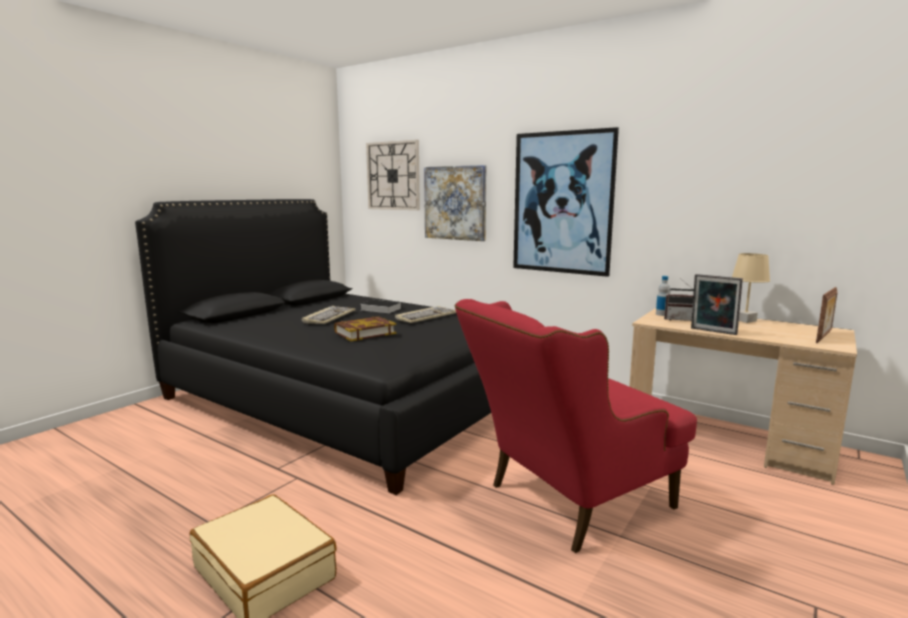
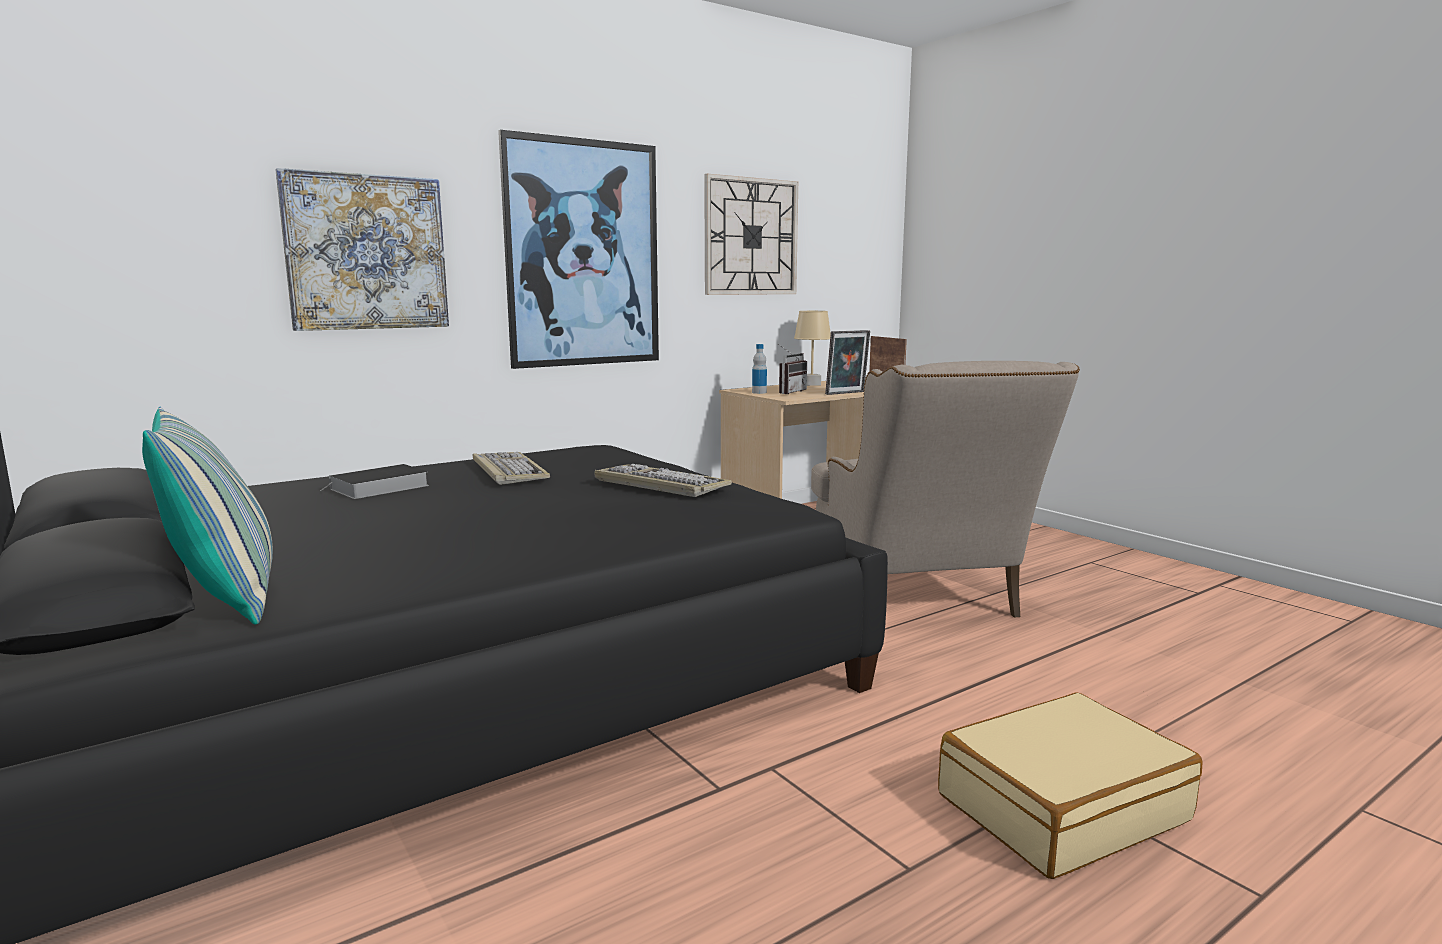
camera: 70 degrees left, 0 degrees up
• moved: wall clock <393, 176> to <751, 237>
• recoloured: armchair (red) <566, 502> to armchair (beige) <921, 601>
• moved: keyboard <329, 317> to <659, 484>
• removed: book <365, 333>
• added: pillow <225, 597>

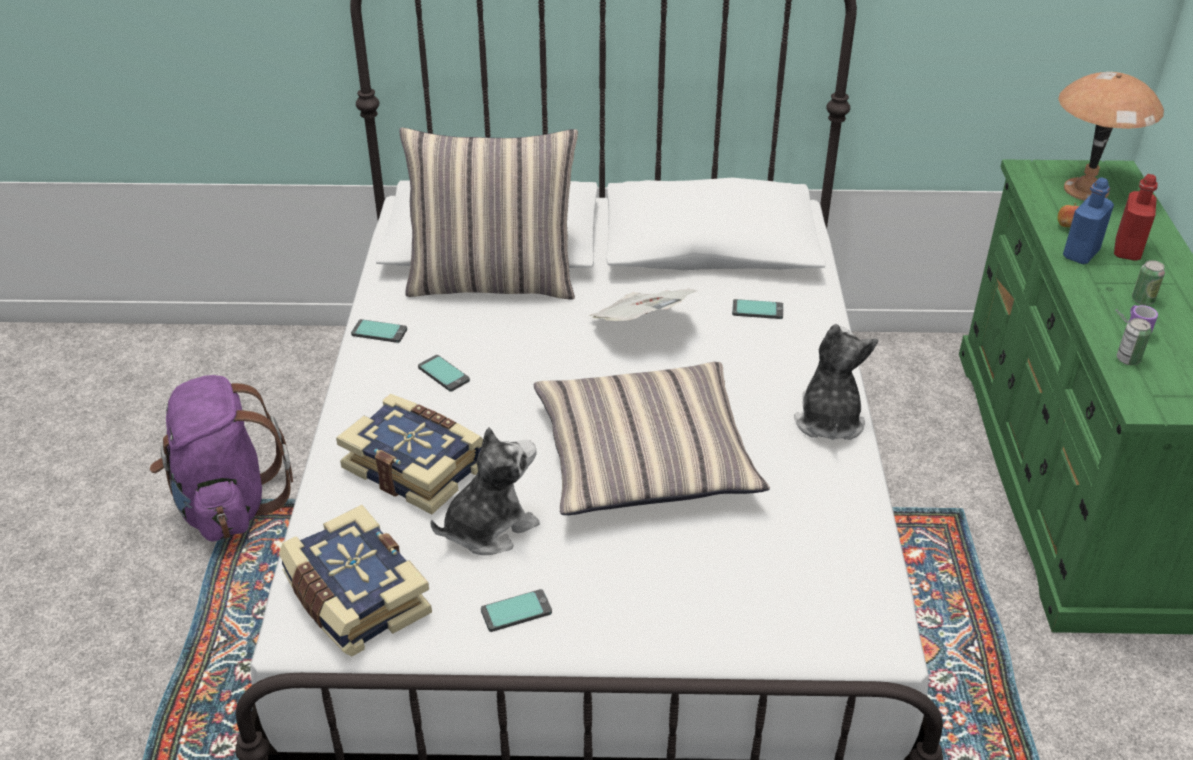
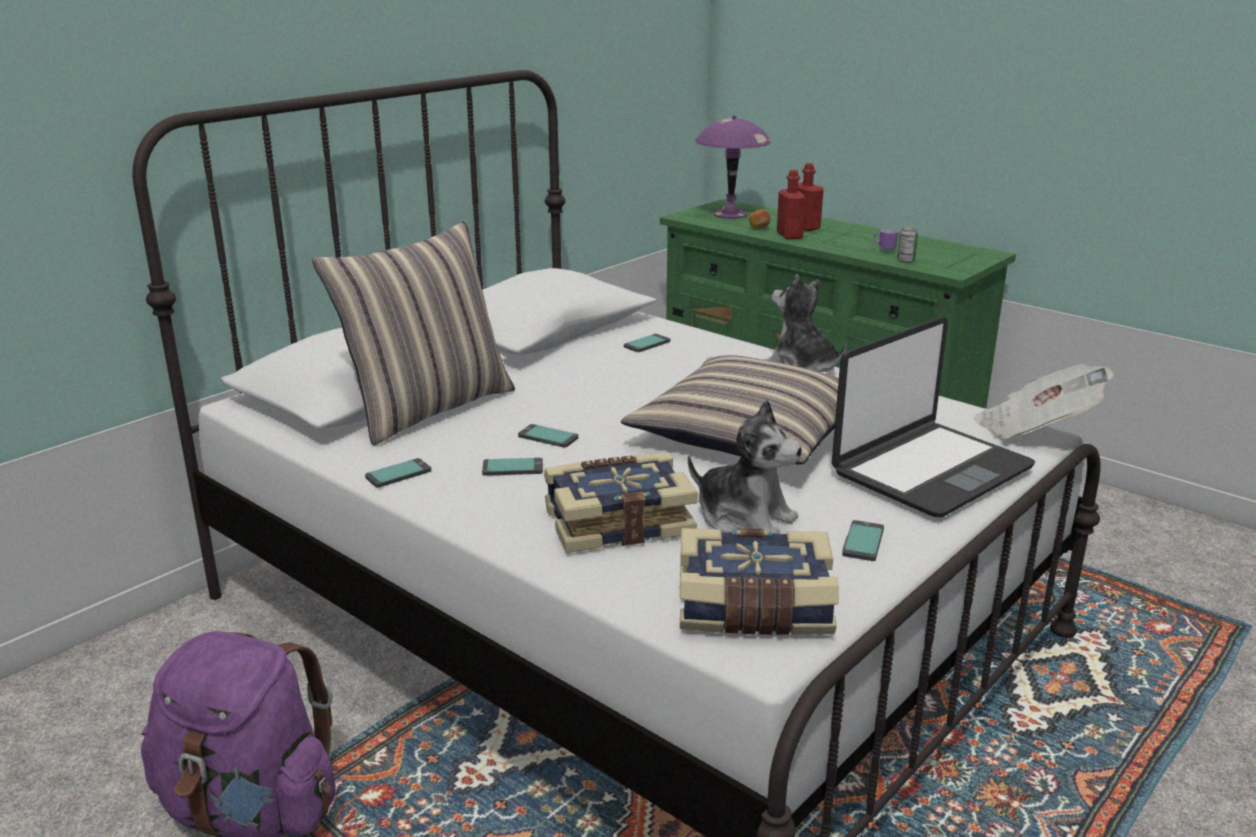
camera: 50 degrees left, 15 degrees down
• recoloured: table lamp (brown) <1085, 189> to table lamp (purple) <729, 214>
• recoloured: bottle (blue) <1080, 254> to bottle (red) <789, 235>
• removed: can <1142, 300>
• moved: newspaper <641, 326> to <1035, 430>
• turned: plush toy <489, 527> = <745, 518> 120 degrees clockwise
• added: laptop <930, 470>
• added: phone <548, 437>

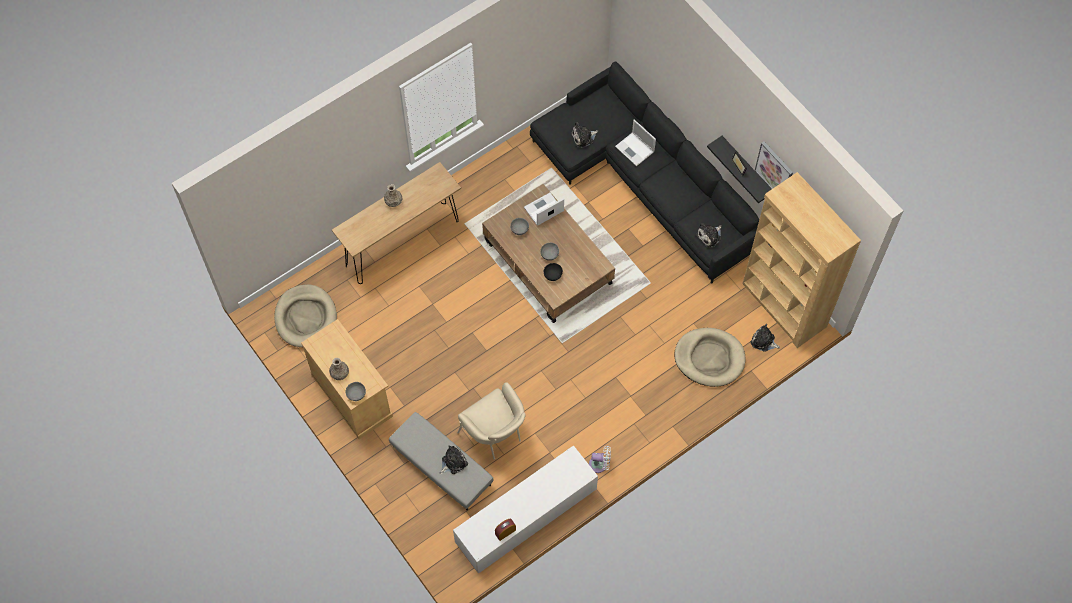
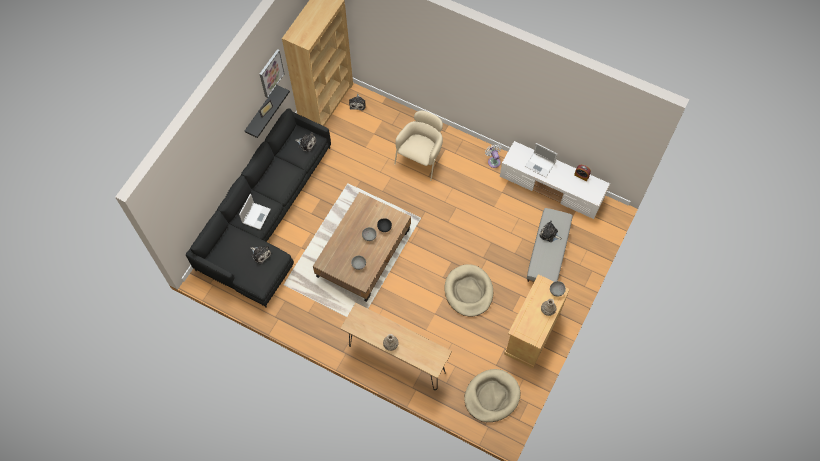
camera: 115 degrees left, 0 degrees up
• moved: laptop <543, 210> to <540, 165>
• moved: dog bed (beige) <709, 358> to <468, 291>
• moved: armchair (beige) <495, 435> to <420, 158>

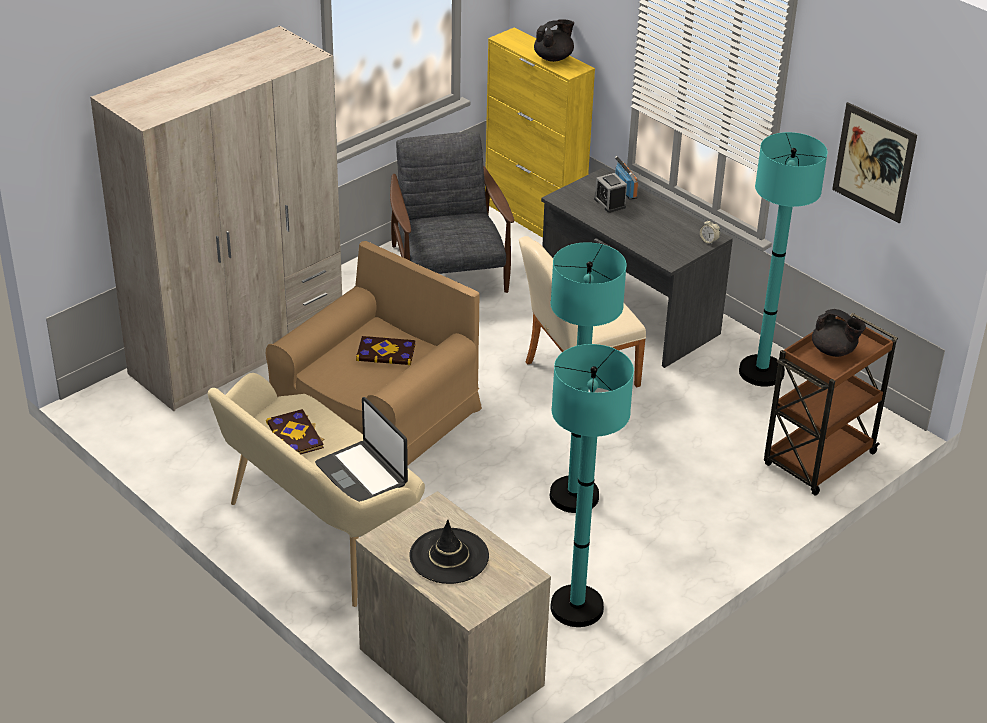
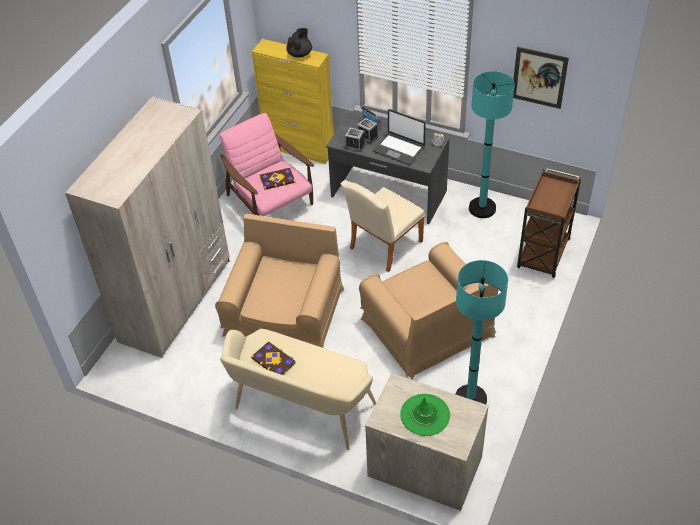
camera: 20 degrees left, 10 degrees up
• recoloured: armchair (grey) <448, 271> to armchair (pink) <270, 202>
• replaced: floor lamp (turquoise) <574, 496> to armchair (brown) <427, 327>
• removed: teapot (black) <834, 351>
• moved: book <386, 352> to <277, 179>
• moved: laptop <362, 474> to <399, 149>
• recoloured: hat (black) <449, 556> to hat (green) <425, 415>
• added: alarm clock <354, 145>

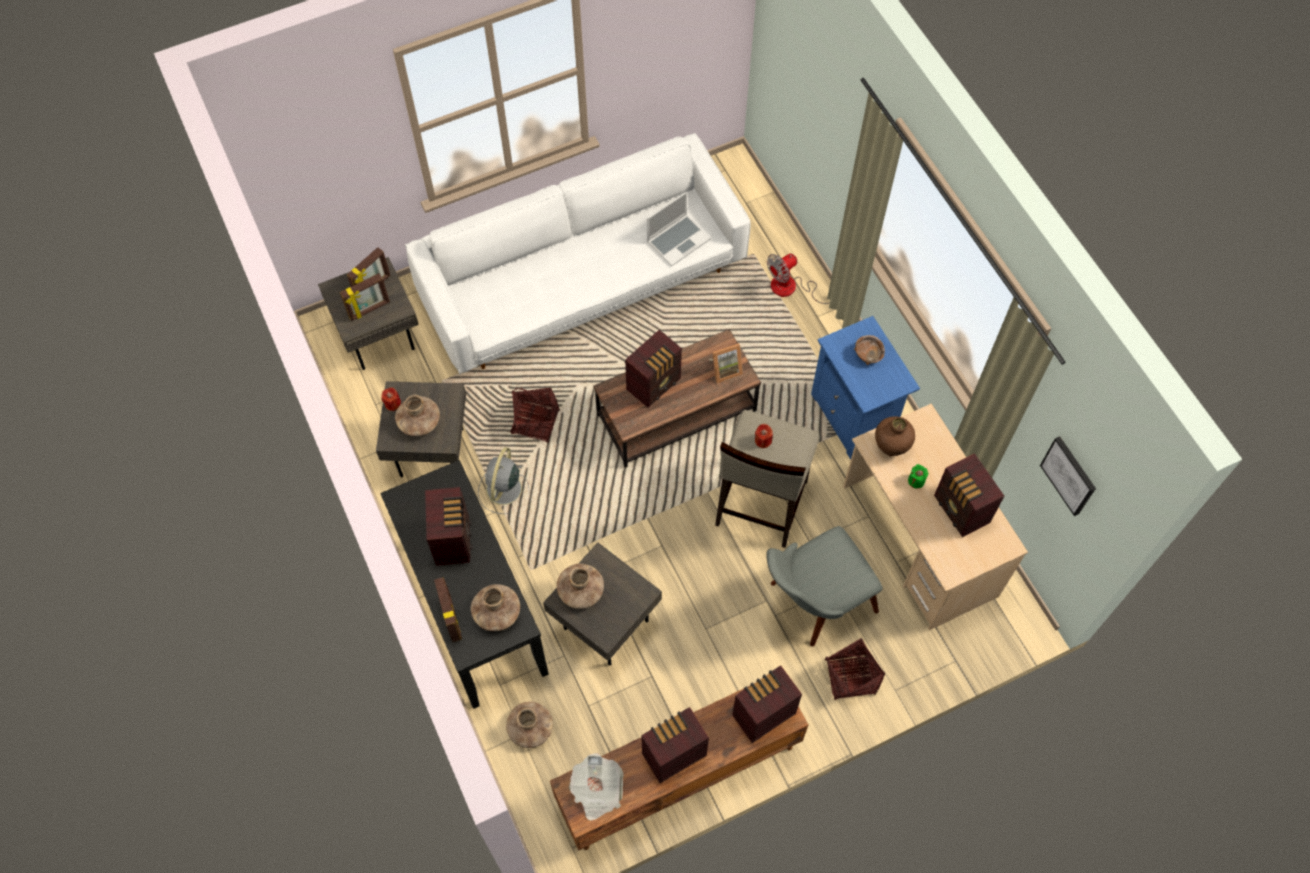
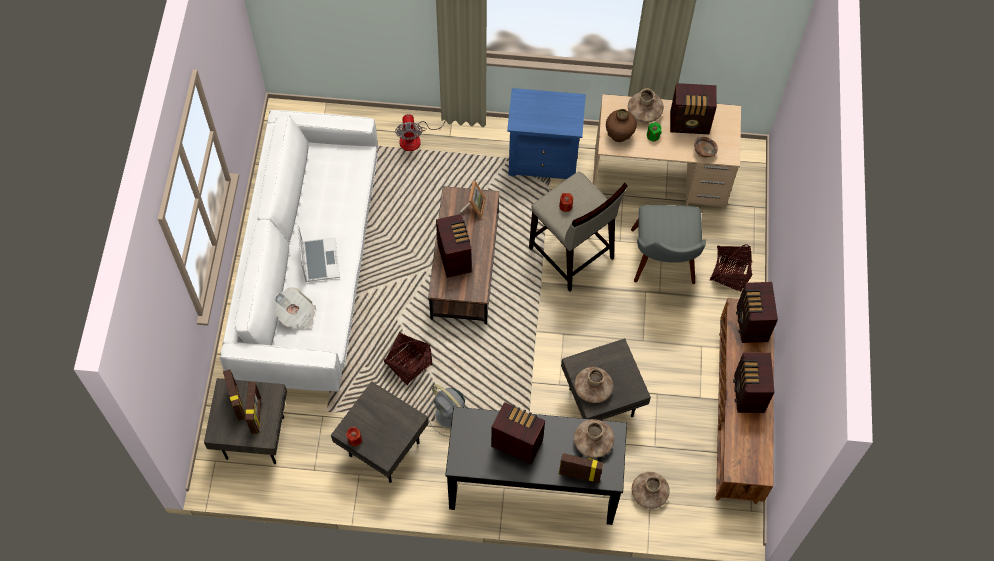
camera: 60 degrees left, 0 degrees up
• moved: laptop <678, 240> to <319, 260>
• moved: bowl (brown) <868, 354> to <704, 151>
• moved: vase (brown) <419, 422> to <644, 112>
• removed: picture <1069, 475>
• moved: newspaper <597, 791> to <296, 315>

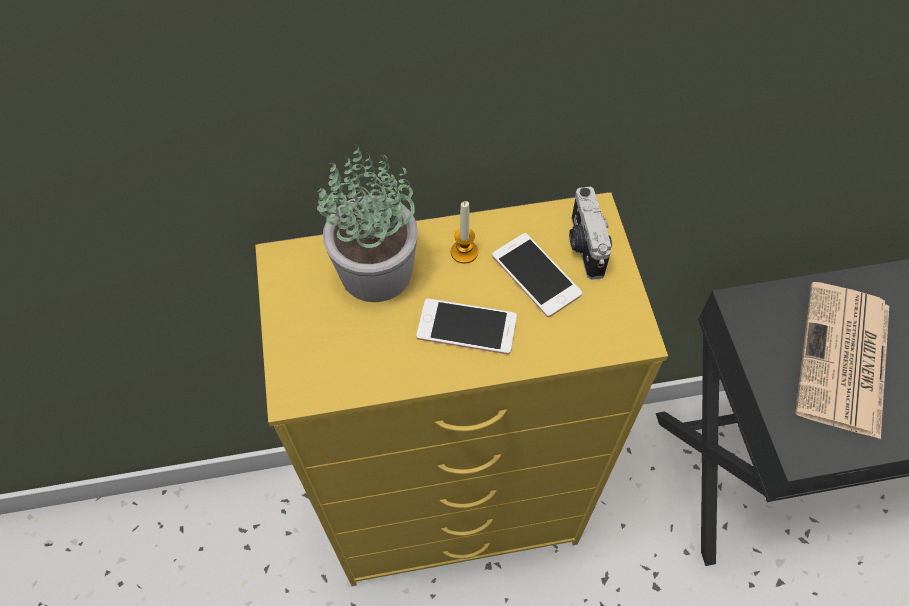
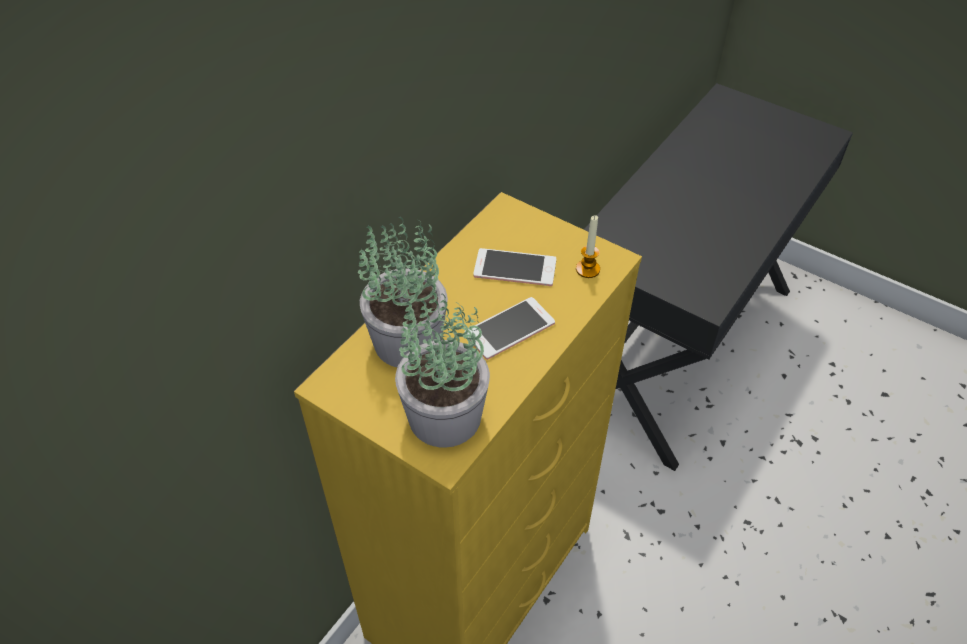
camera: 45 degrees left, 10 degrees down
• removed: photo camera <584, 246>
• moved: candle <464, 252> to <587, 269>
• removed: newspaper <844, 361>
• added: potted plant <443, 416>

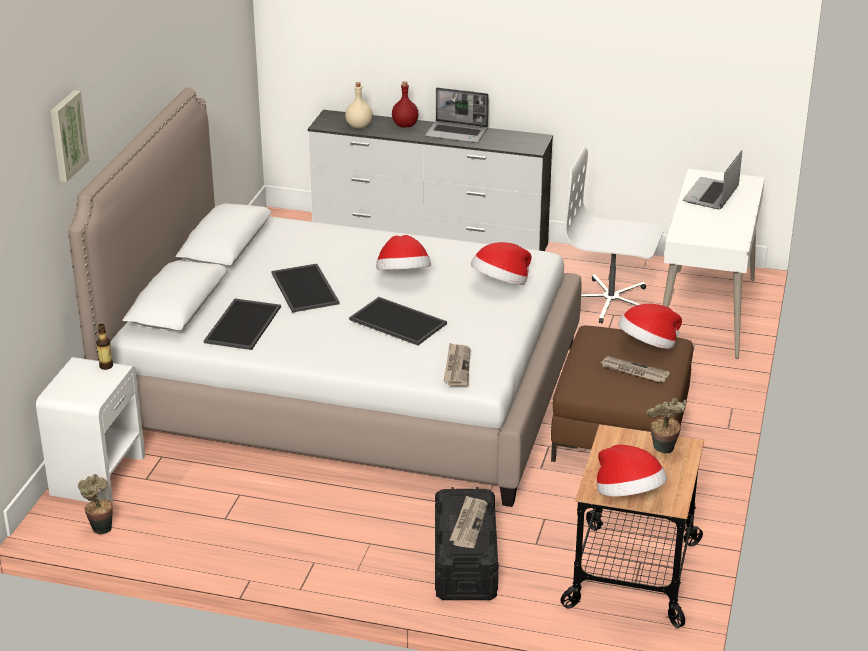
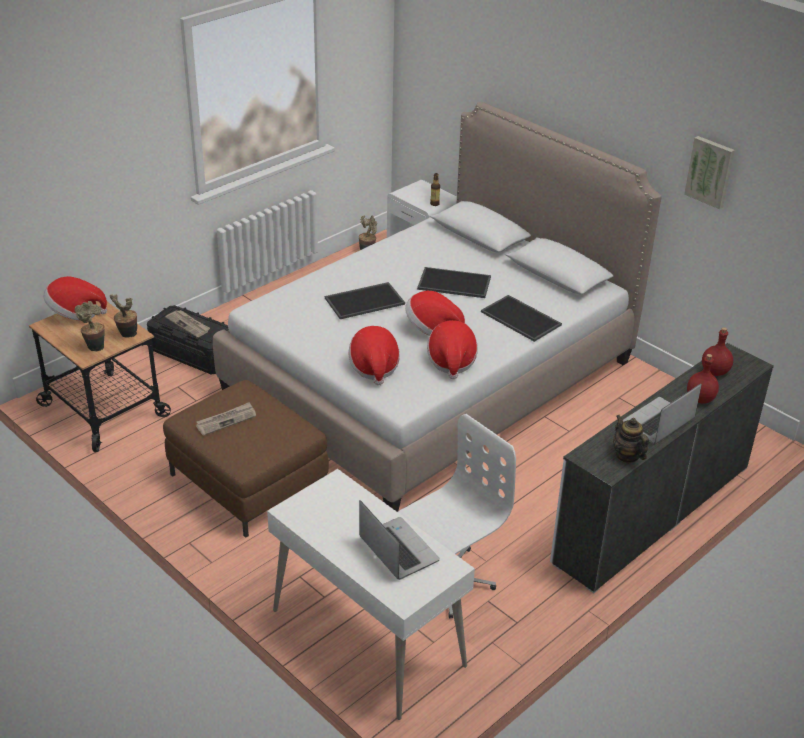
camera: 120 degrees right, 5 degrees up
• recoloured: bottle (beige) <358, 126> to bottle (red) <714, 371>
• moved: picture <66, 135> to <710, 171>
• moved: tray <242, 324> to <522, 318>
• moved: hat <648, 346> to <451, 361>
• removed: newspaper <457, 367>
• added: potted plant <126, 335>
• added: teapot <627, 455>

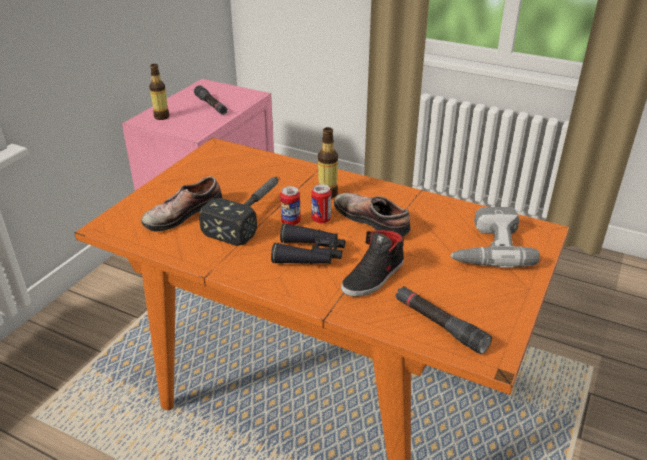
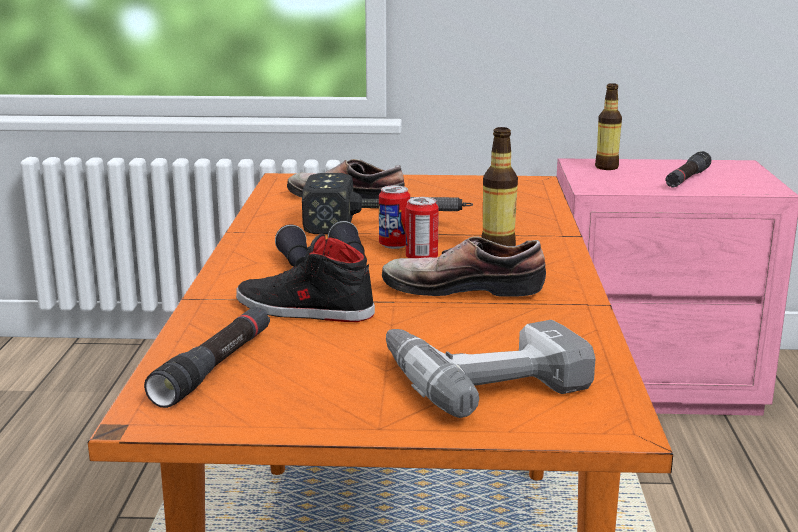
camera: 65 degrees right, 15 degrees down
• turned: shoe <373, 219> = <463, 287> 105 degrees counterclockwise

